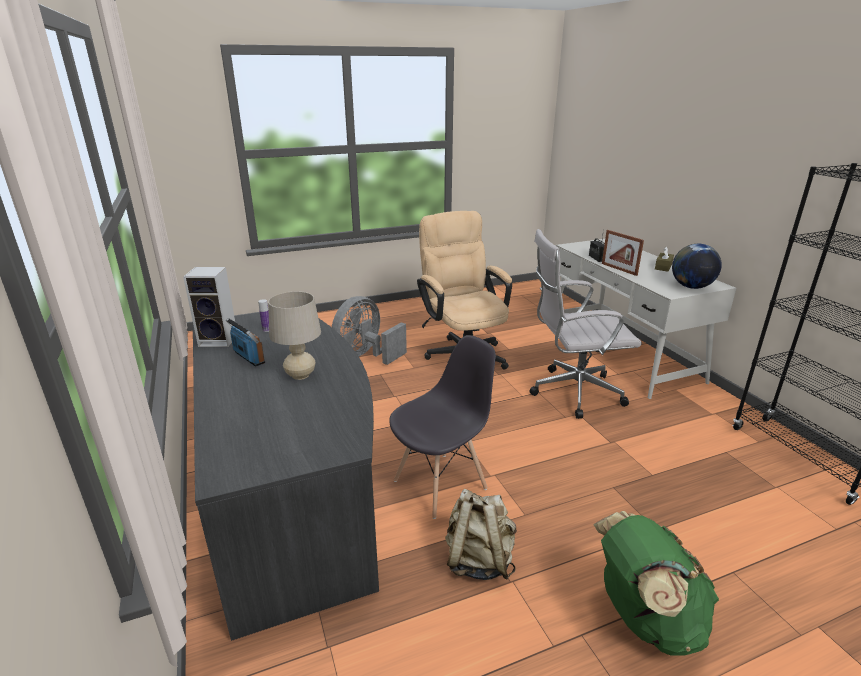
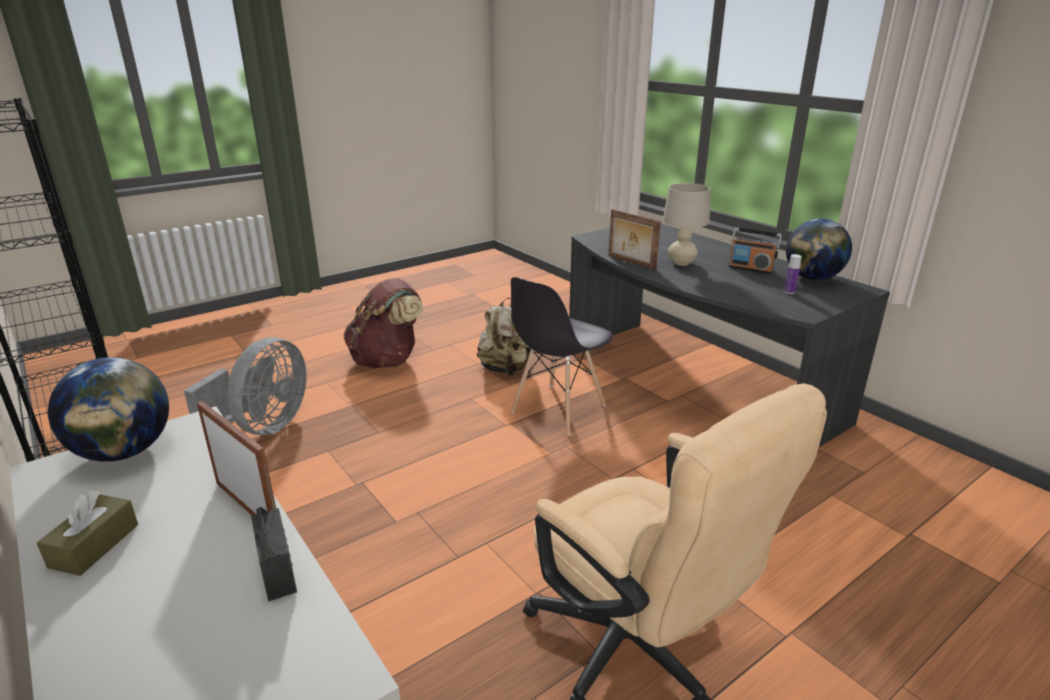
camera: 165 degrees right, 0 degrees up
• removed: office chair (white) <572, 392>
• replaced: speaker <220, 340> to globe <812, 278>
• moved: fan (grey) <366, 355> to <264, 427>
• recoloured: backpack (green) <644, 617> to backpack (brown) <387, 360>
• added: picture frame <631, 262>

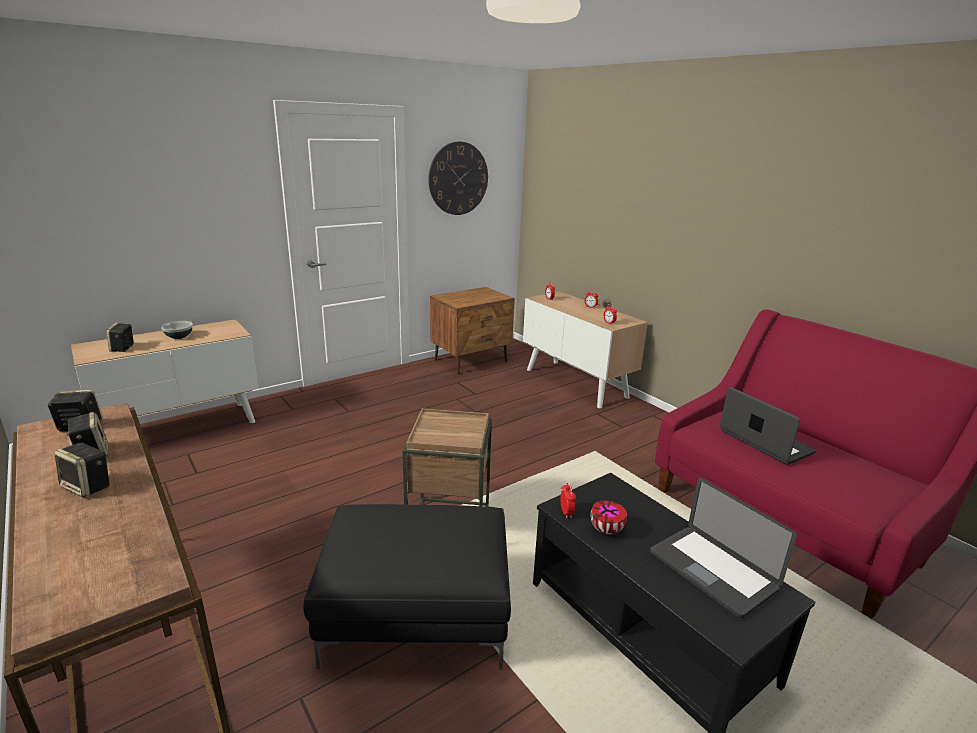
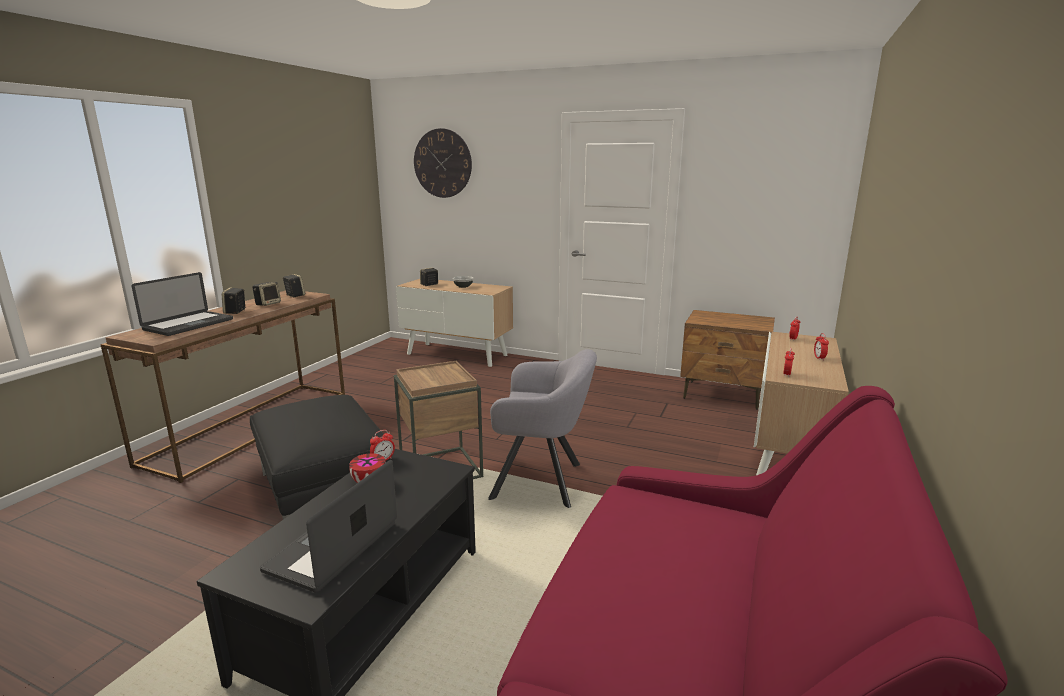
camera: 60 degrees right, 5 degrees down
• moved: wall clock <458, 178> to <442, 163>
• moved: laptop <765, 442> to <189, 325>
• added: armchair (grey) <543, 482>

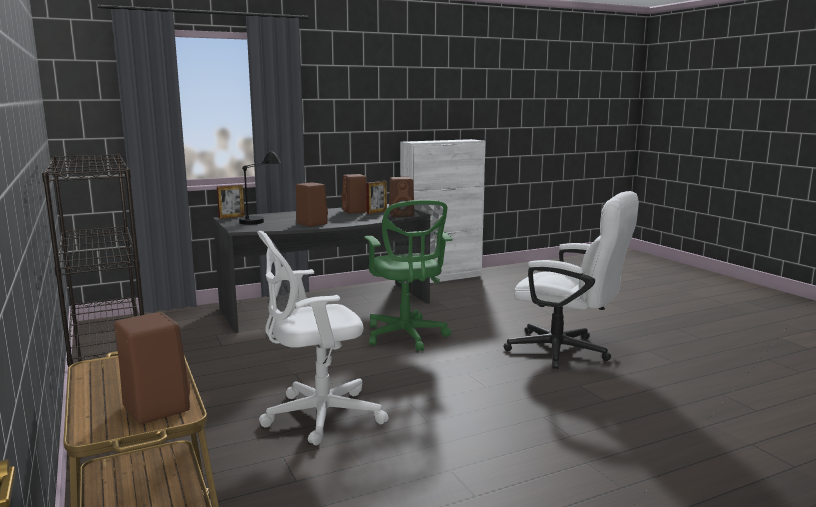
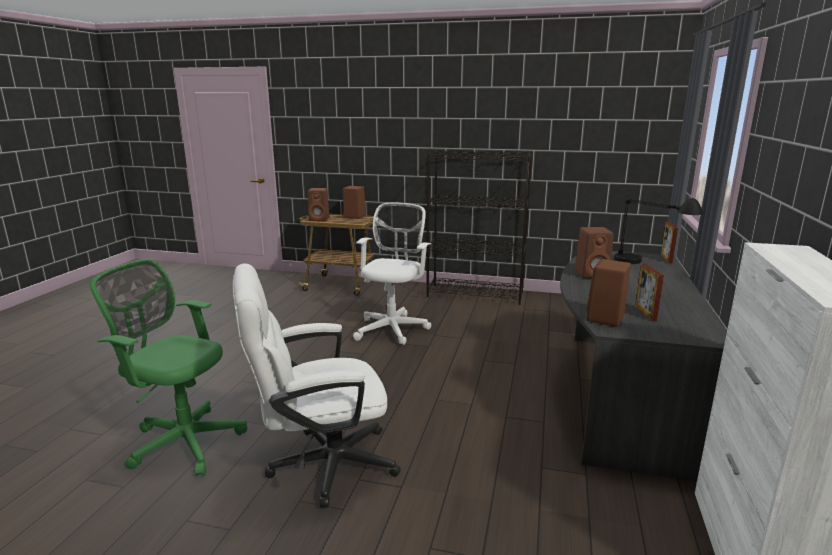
camera: 130 degrees right, 5 degrees up
• moved: speaker (brown) <355, 211> to <353, 217>
• moved: office chair (green) <406, 336> to <183, 440>

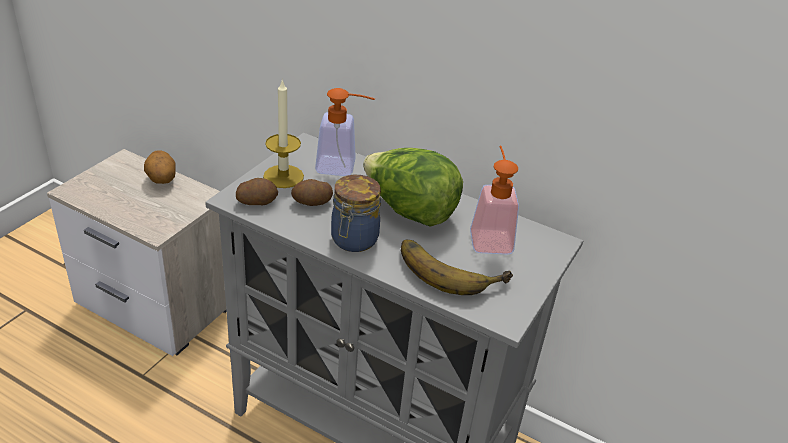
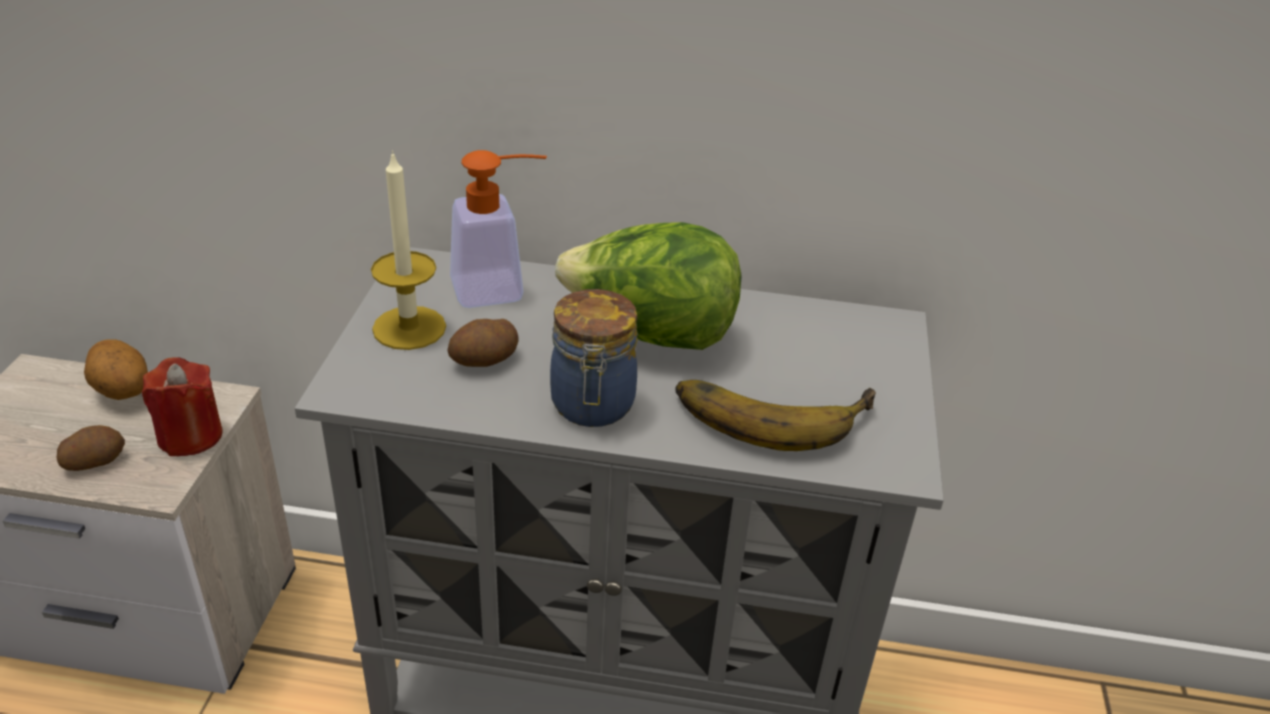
camera: 20 degrees left, 0 degrees up
• removed: soap dispenser <490, 237>
• moved: potato <257, 201> to <94, 461>
• added: candle (red) <190, 436>

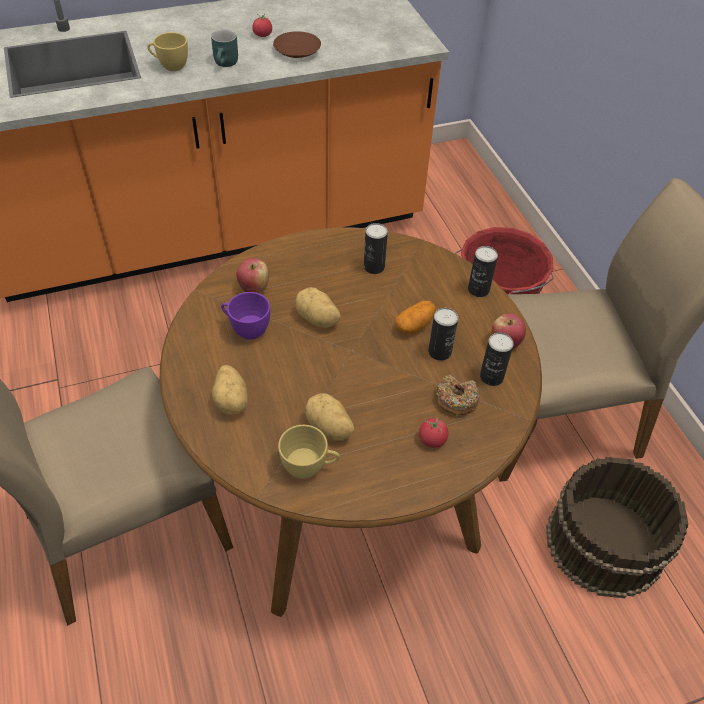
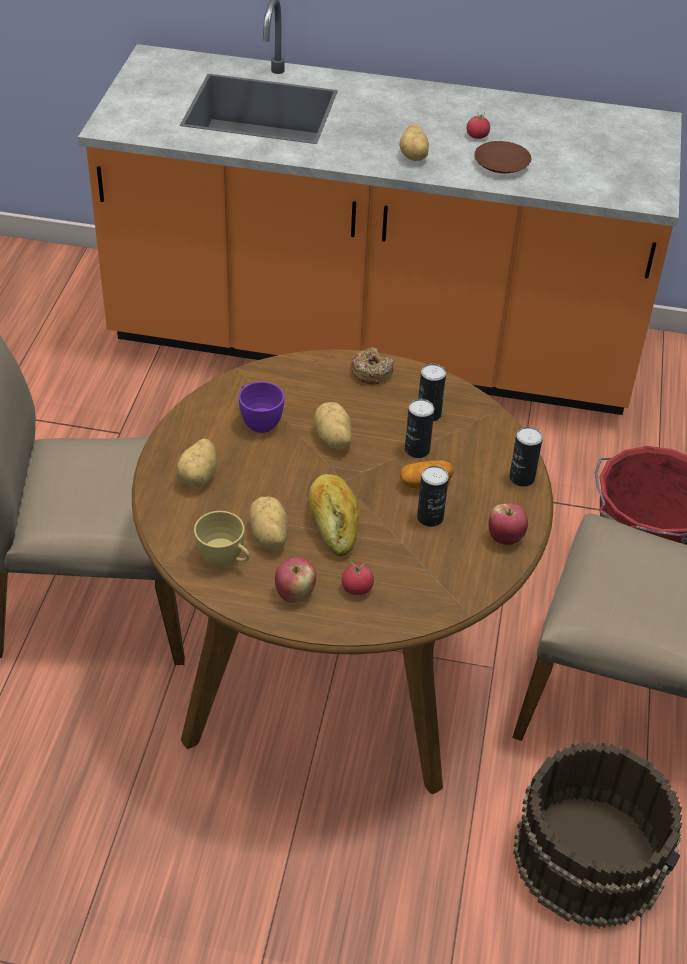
camera: 30 degrees right, 5 degrees down
• replaced: mug (turquoise) <227, 64> to potato <414, 156>
• removed: cup (yellow) <170, 66>
• moved: apple <254, 288> to <295, 594>
• moved: can <491, 377> to <417, 450>
• moved: donut <456, 400> to <371, 372>
• added: bread <333, 522>

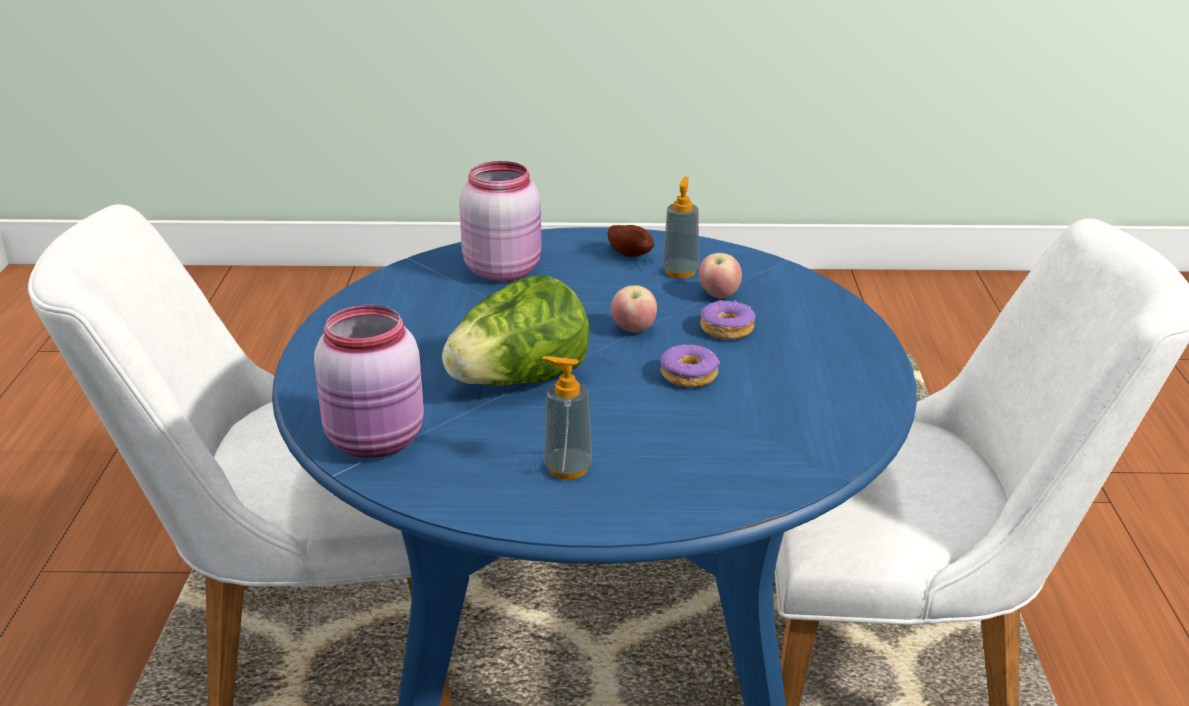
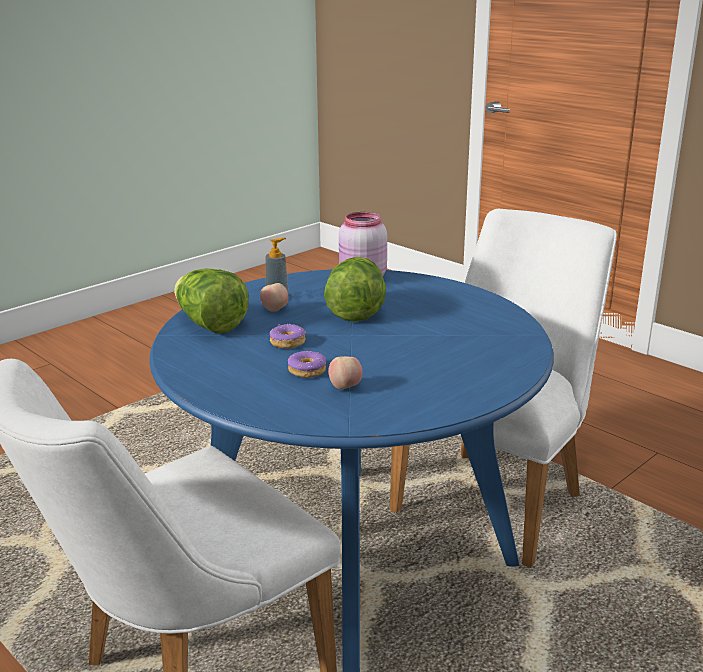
camera: 135 degrees right, 5 degrees down
• removed: jar (pink) <503, 269>
• removed: soap dispenser <680, 272>
• removed: potato <631, 254>
• moved: apple <633, 330> to <275, 310>
• added: lettuce <210, 325>

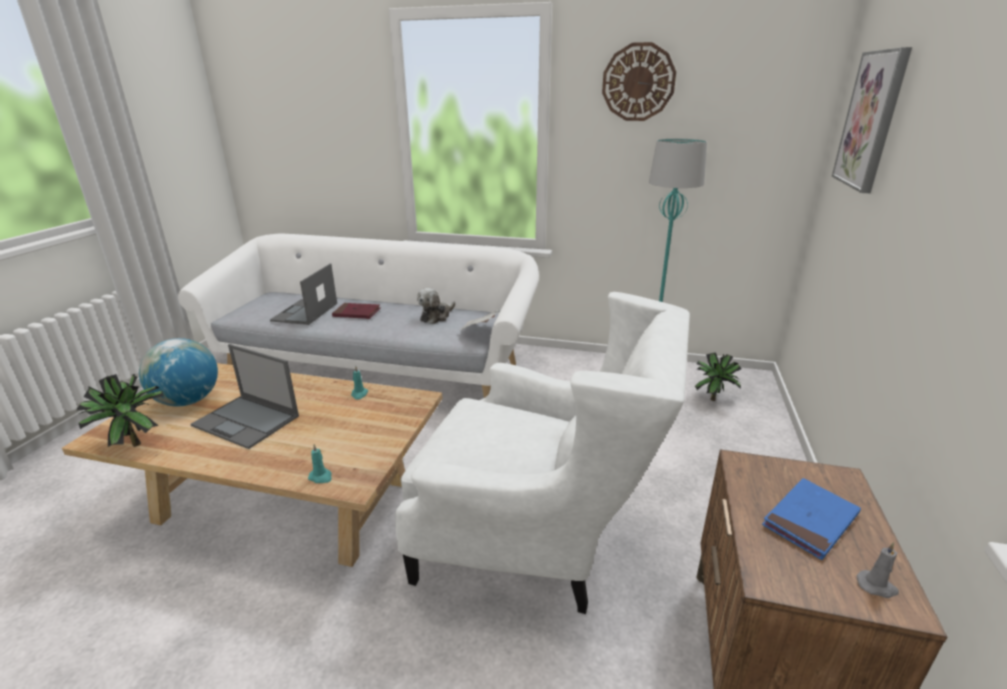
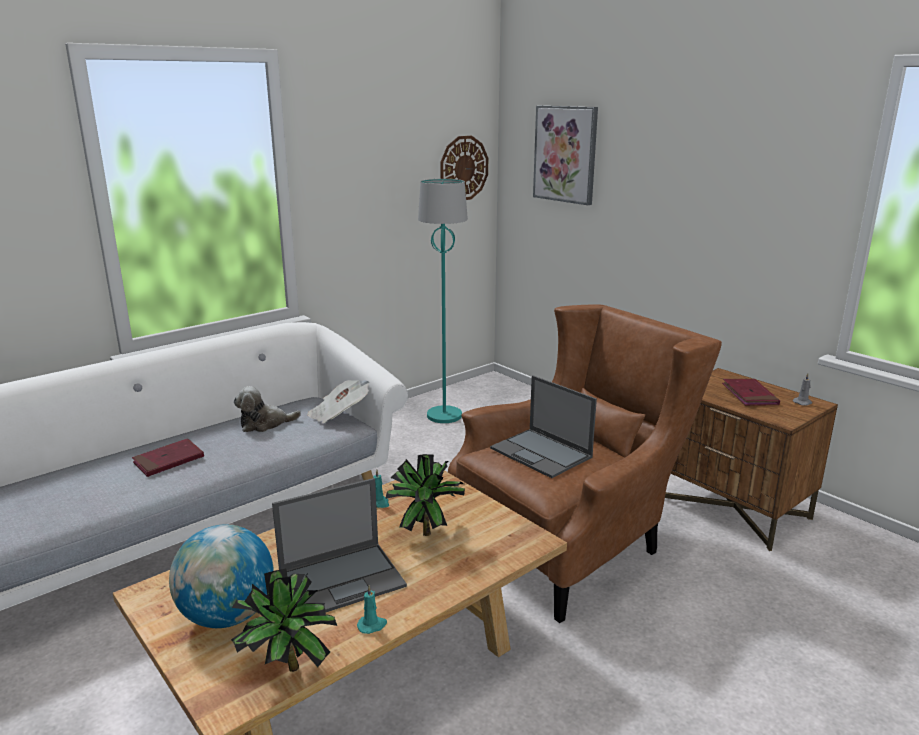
camera: 55 degrees left, 5 degrees down
• moved: wall clock <638, 82> to <464, 168>
• moved: laptop <305, 312> to <542, 453>
• turned: plush toy <436, 316> = <264, 424> 90 degrees clockwise
• recoloured: armchair (white) <538, 542> to armchair (brown) <572, 543>
• moved: potted plant <713, 398> to <424, 531>
• moved: candle (turquoise) <321, 477> to <372, 625>
• recoloured: book (blue) <810, 521> to book (red) <749, 395>

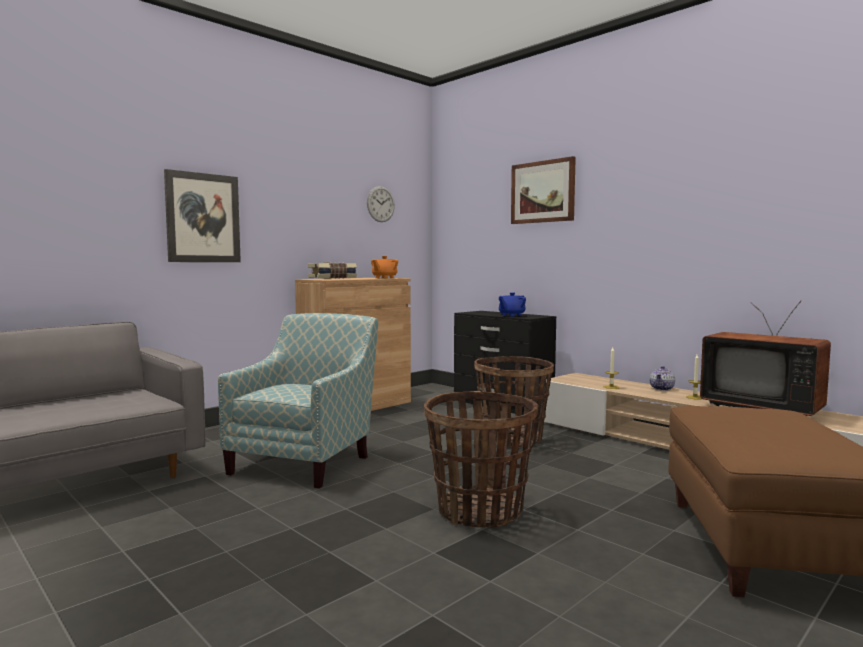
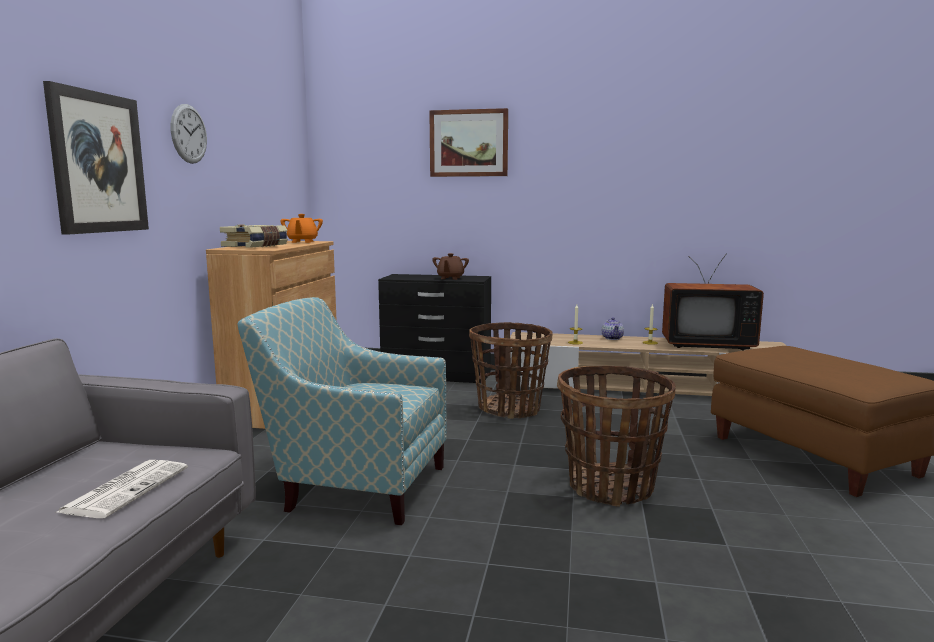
camera: 35 degrees left, 5 degrees up
• moved: wall clock <380, 204> to <189, 134>
• recoloured: teapot (blue) <511, 315> to teapot (brown) <450, 278>
• turned: armchair <306, 461> = <355, 485> 60 degrees counterclockwise
• added: newspaper <126, 489>

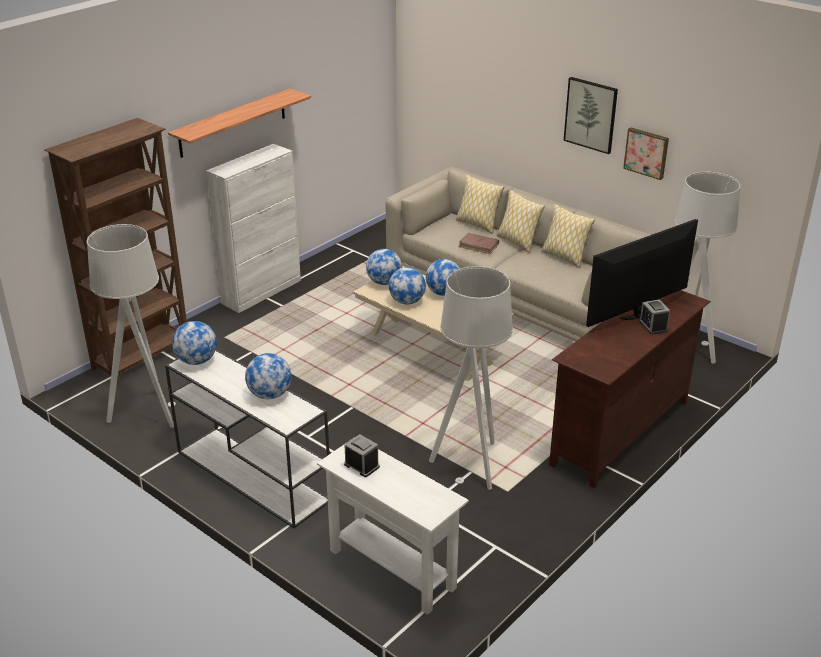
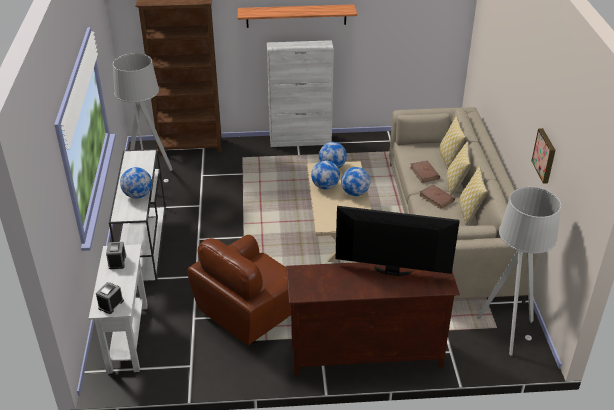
camera: 45 degrees right, 5 degrees up
• removed: picture <591, 114>
• replaced: floor lamp (grey) <470, 464> to armchair (brown) <251, 311>
• moved: alarm clock <653, 326> to <111, 304>
• removed: globe <196, 361>
• added: book (brown) <436, 198>

